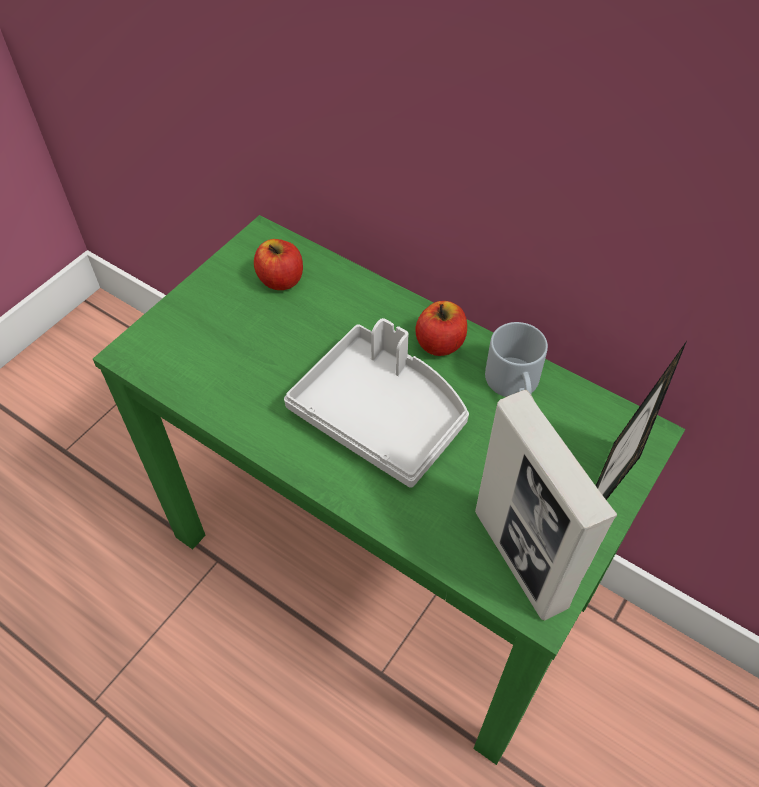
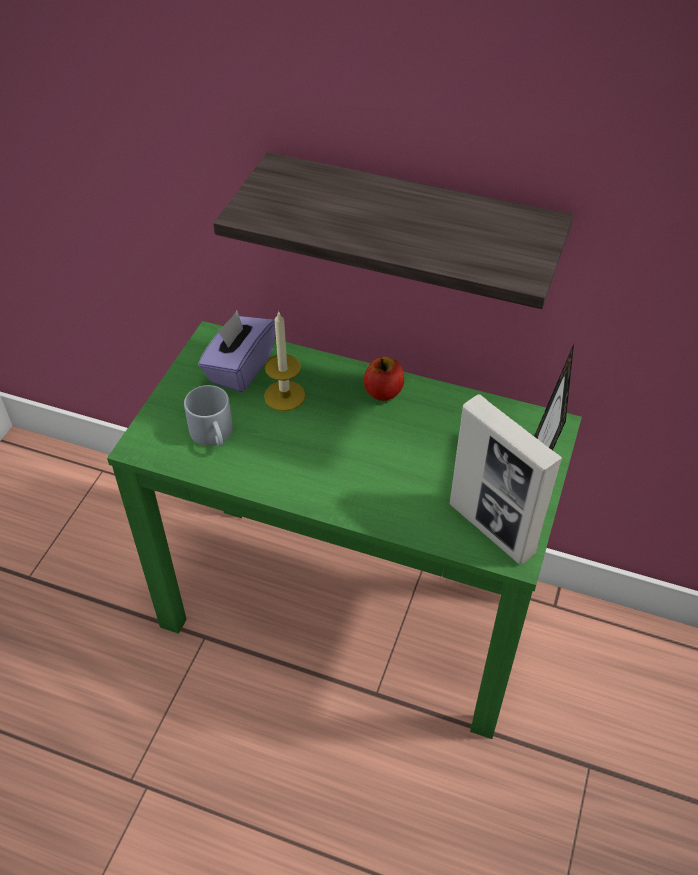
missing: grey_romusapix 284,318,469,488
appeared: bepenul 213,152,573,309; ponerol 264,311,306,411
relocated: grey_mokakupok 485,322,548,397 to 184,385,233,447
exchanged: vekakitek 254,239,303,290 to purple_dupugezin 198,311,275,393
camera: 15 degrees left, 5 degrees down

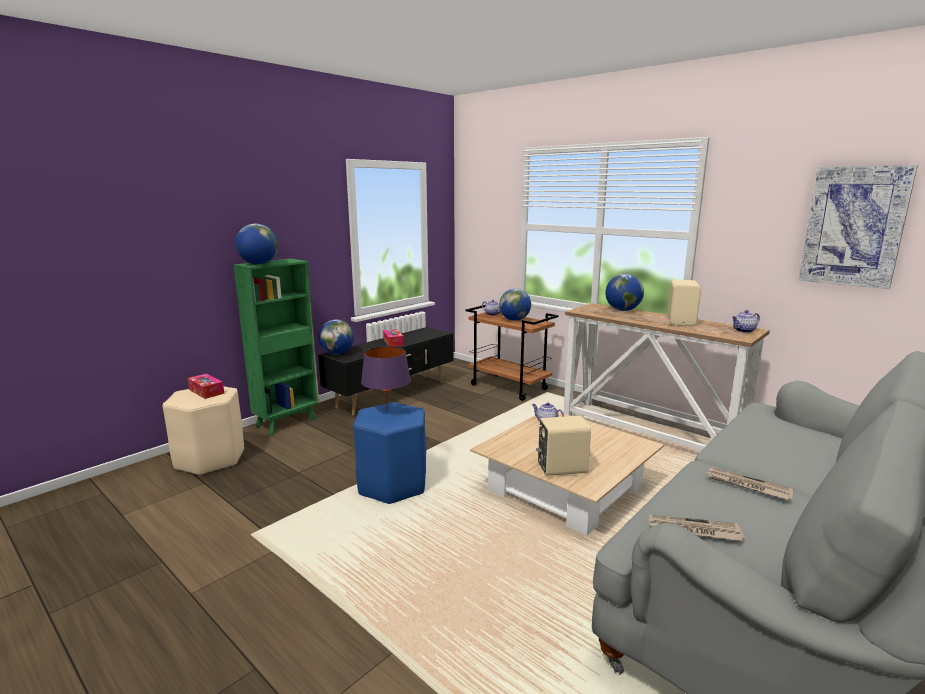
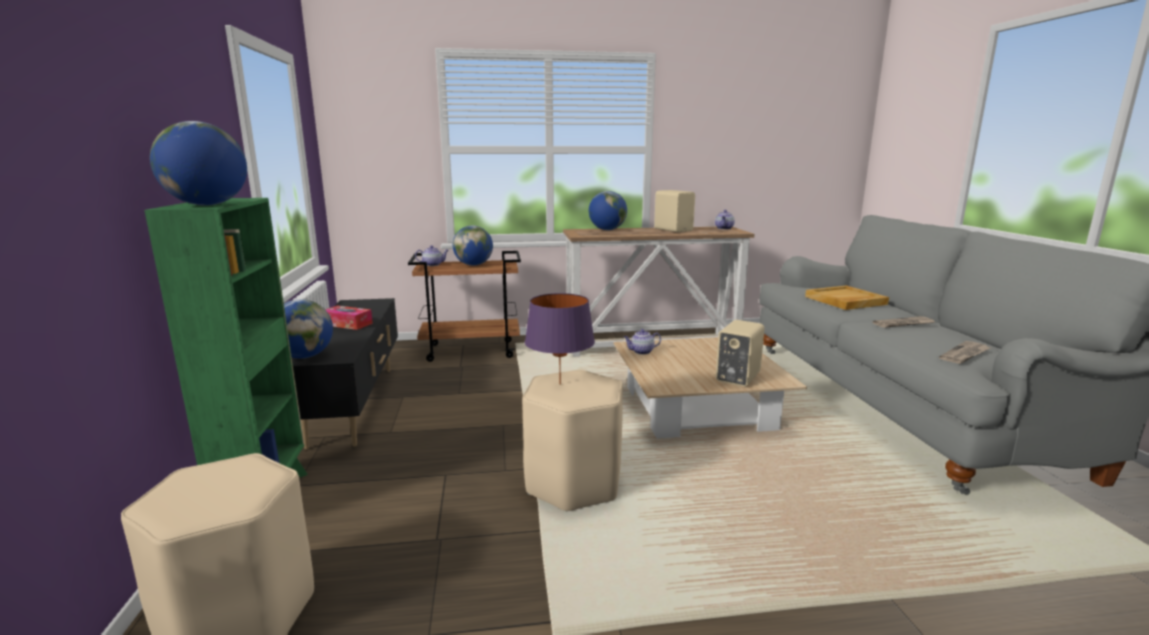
missing: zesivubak 798,165,918,289; dupugezin 187,373,224,399
appeared: beige_romusapix 805,286,889,310
colour: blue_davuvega 353,402,426,504 to beige_davuvega 522,370,623,511
camera: 50 degrees left, 0 degrees up

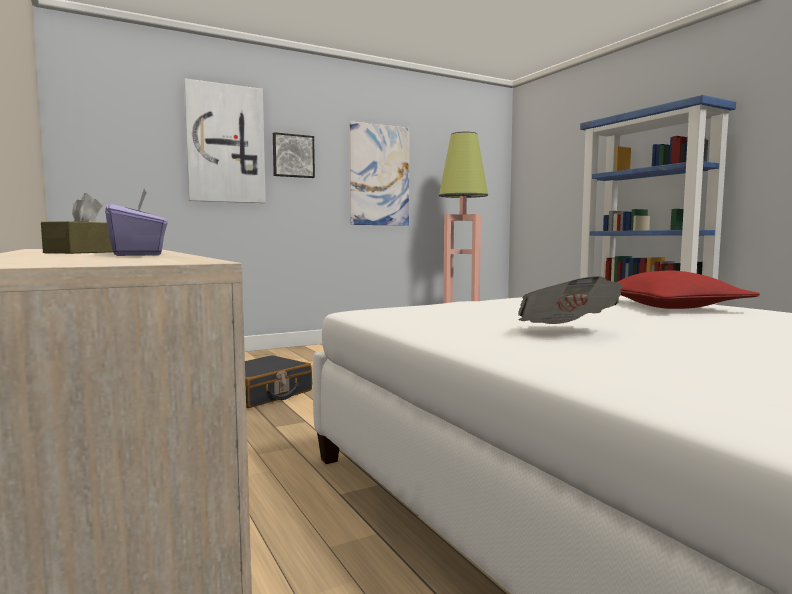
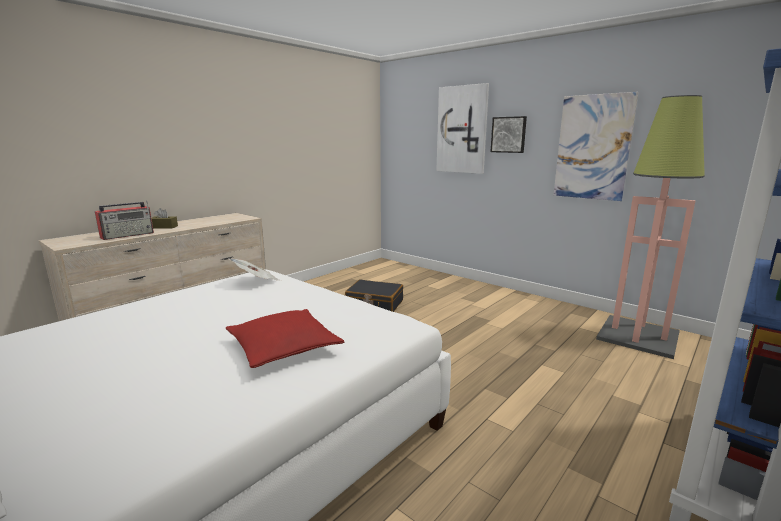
relocated: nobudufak 518,276,623,324 to 229,259,281,281
exchanged: purple_dupugezin 105,189,168,256 to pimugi 95,201,154,240
camera: 70 degrees right, 10 degrees up

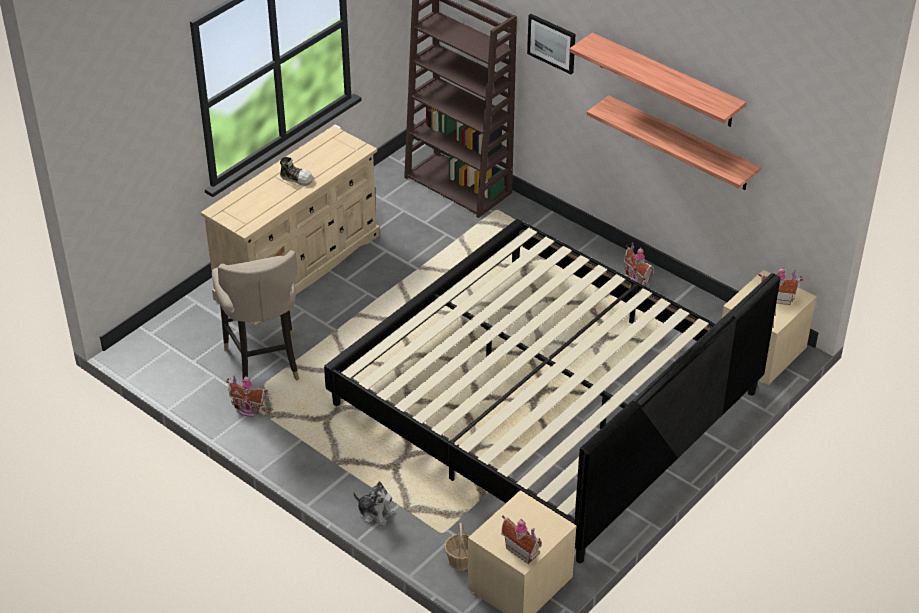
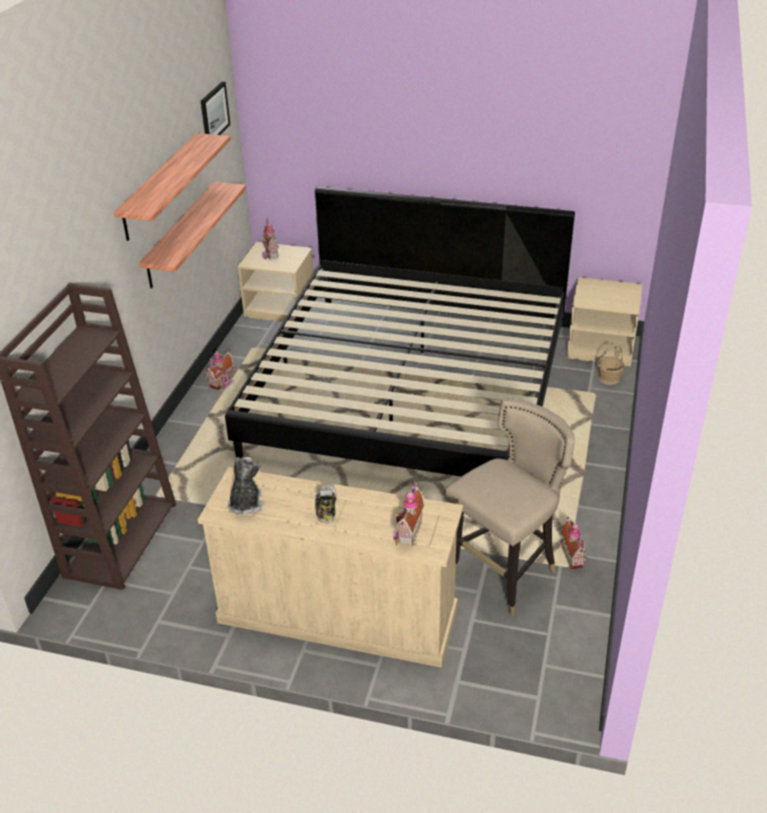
relocated: zesivubak 527,14,576,74 to 201,82,231,135; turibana 353,481,395,526 to 228,457,264,514; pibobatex 501,516,542,564 to 393,481,424,546
camera: 115 degrees left, 5 degrees down

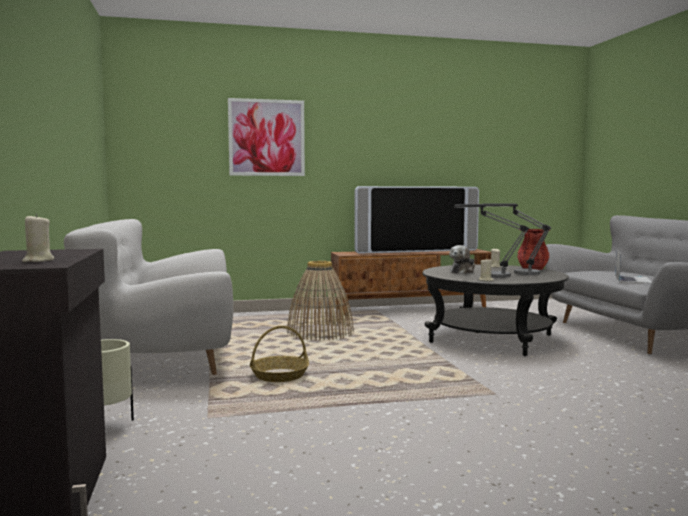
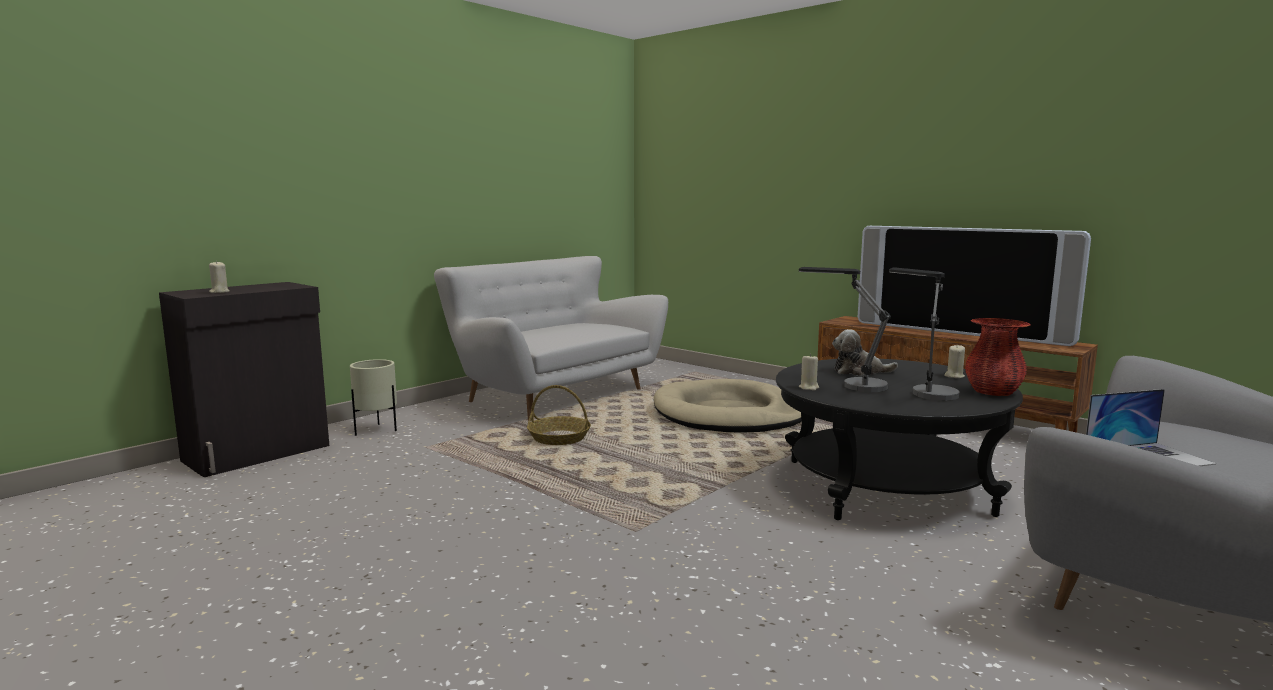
missing: zesivubak 228,98,305,176
exchanged: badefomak 286,261,354,341 to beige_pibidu 654,379,802,433
camera: 55 degrees right, 5 degrees up

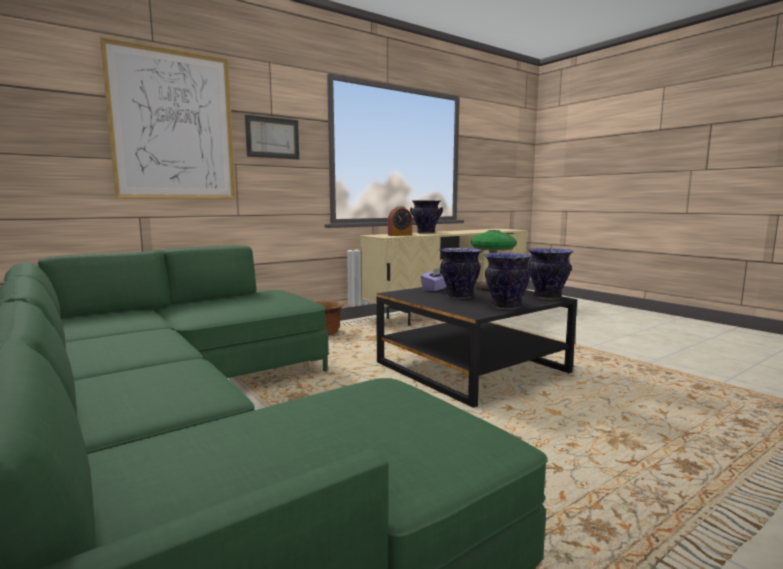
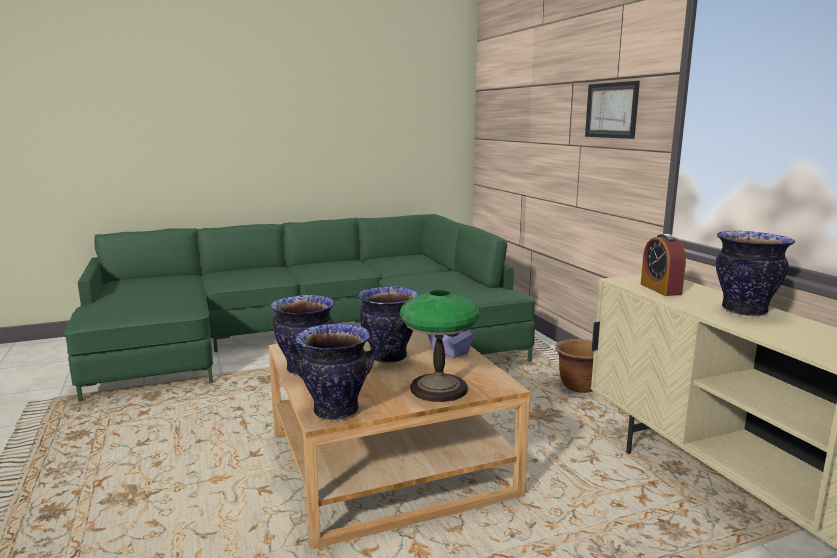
missing: zesivubak 100,37,236,199
colour: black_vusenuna 376,281,577,408 to beige_vusenuna 269,331,530,550
camera: 105 degrees right, 5 degrees up

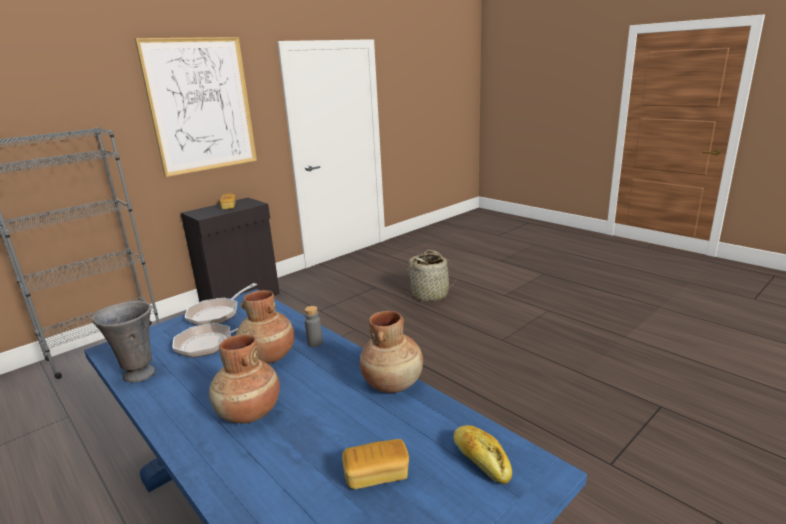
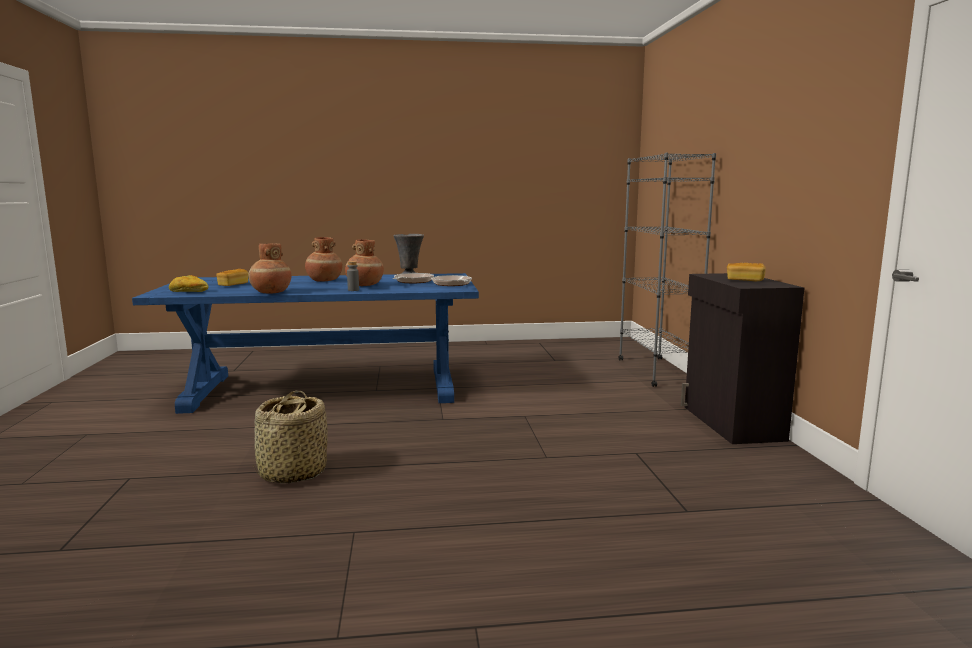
missing: zesivubak 135,37,257,177
relocated: badefomak 408,250,457,302 to 251,391,328,483
camera: 125 degrees right, 10 degrees down

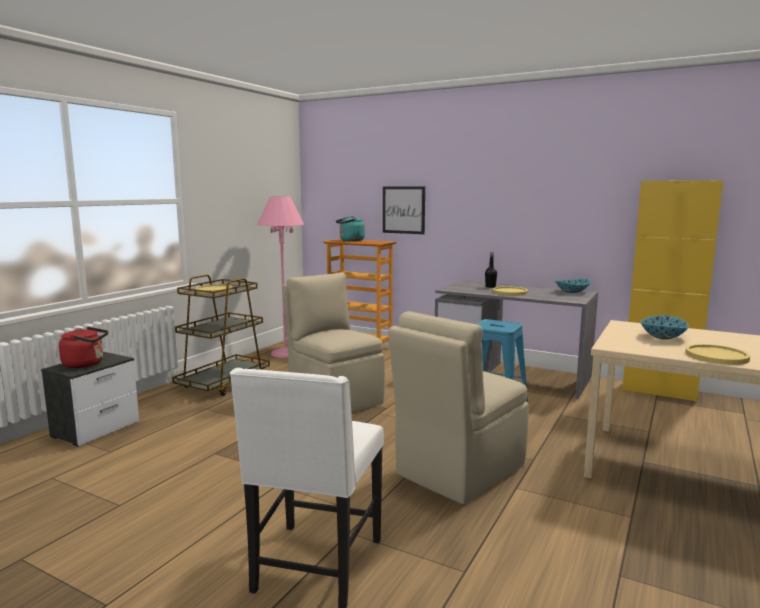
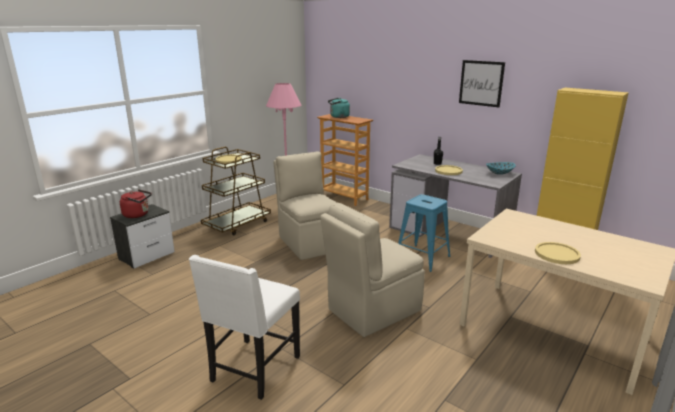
missing: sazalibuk 640,315,689,339
relocated: zesivubak 383,186,425,234 to 459,60,505,107
camera: 10 degrees right, 10 degrees up

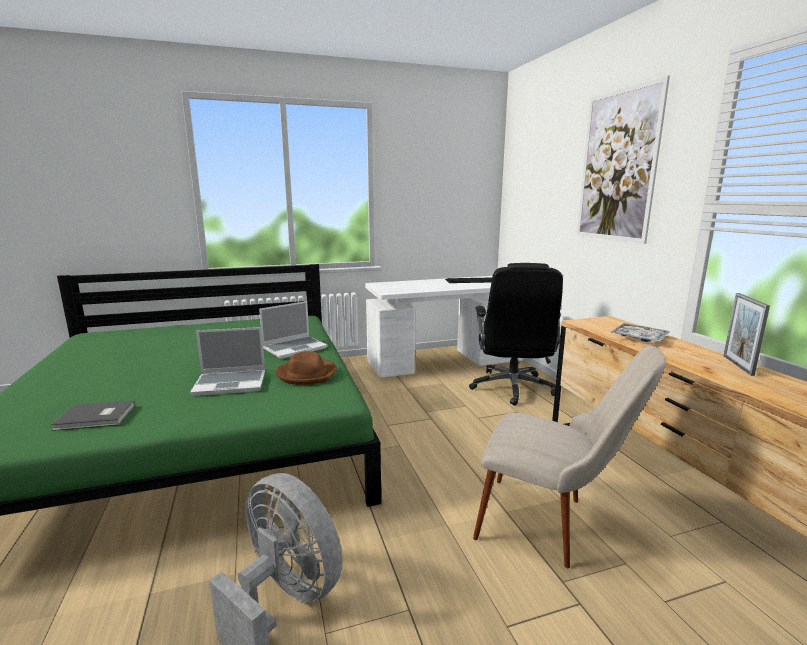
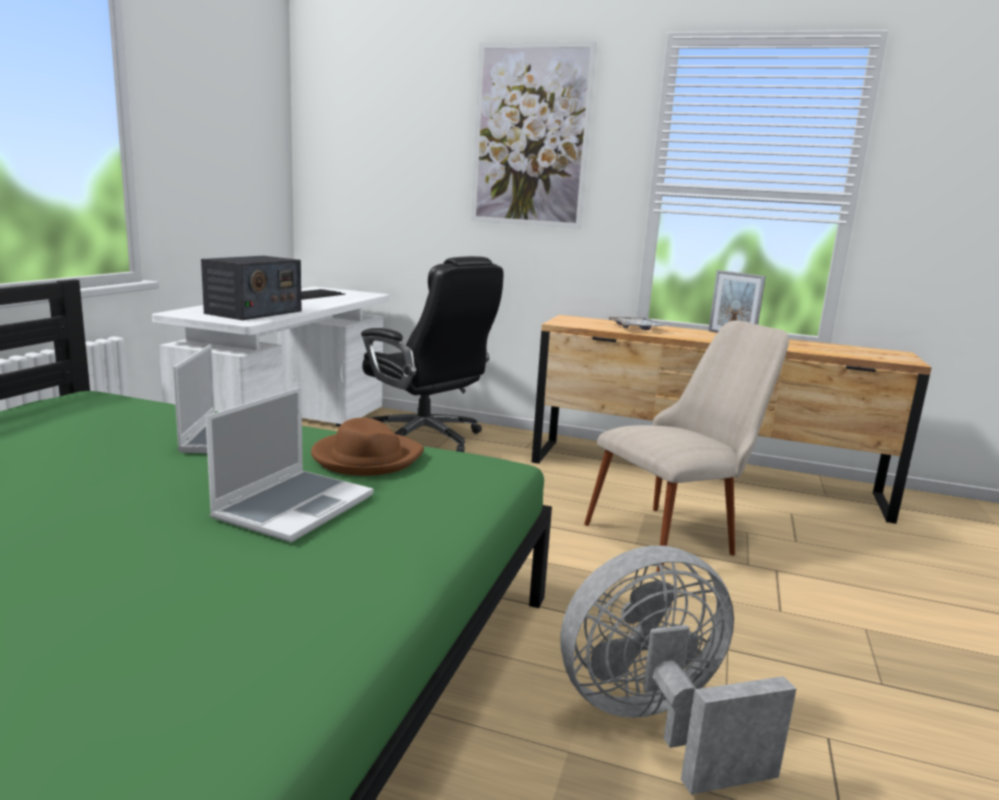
missing: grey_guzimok 51,401,135,431
appeared: pimugi 201,256,302,320
camera: 55 degrees left, 0 degrees up

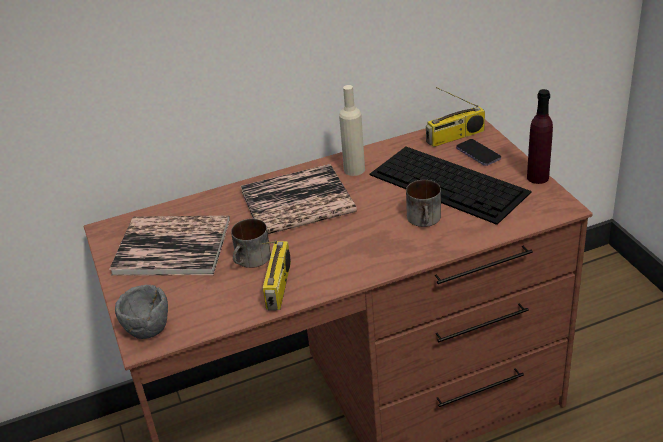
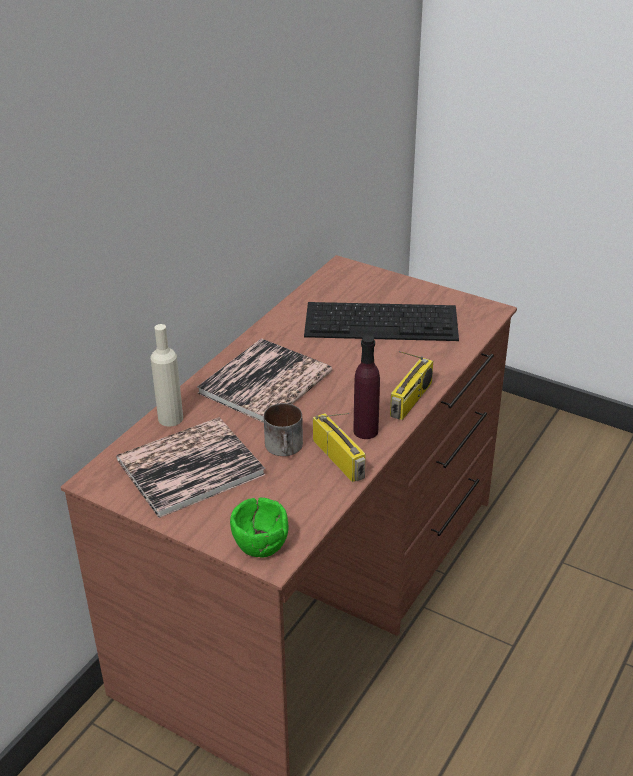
missing: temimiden 456,139,501,166; mokakupok 406,180,441,227
relocated: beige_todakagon 339,85,365,176 to 151,324,183,427; pimugi 426,87,485,147 to 390,351,433,420; purple_todakagon 527,89,553,184 to 353,335,380,439
colour: grey_sazalibuk 115,285,168,339 to green_sazalibuk 230,497,289,558
camera: 40 degrees left, 0 degrees up

